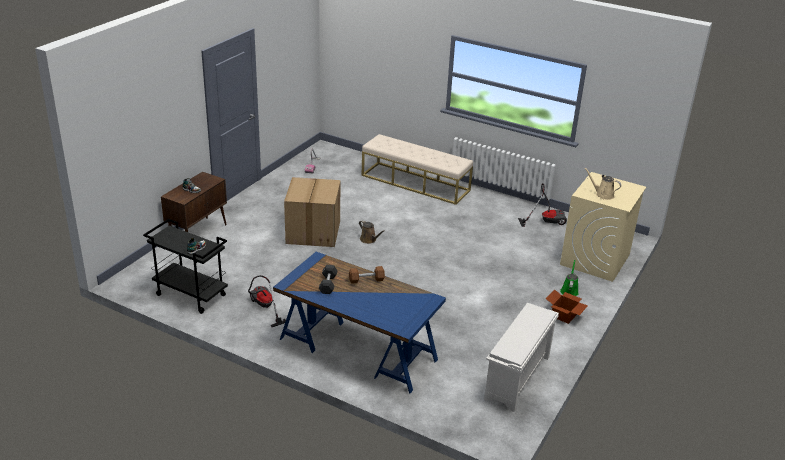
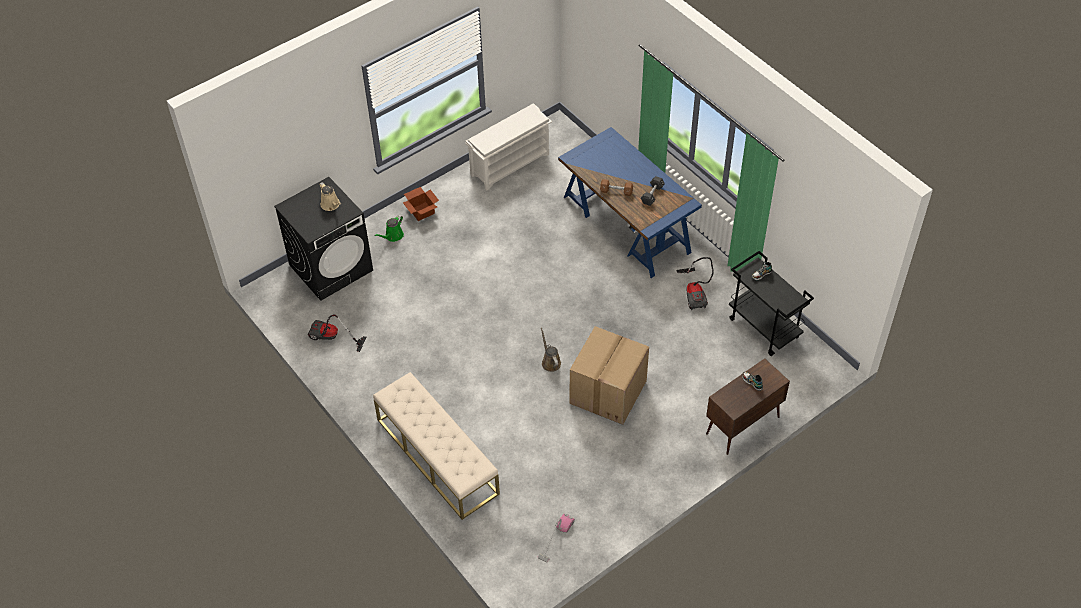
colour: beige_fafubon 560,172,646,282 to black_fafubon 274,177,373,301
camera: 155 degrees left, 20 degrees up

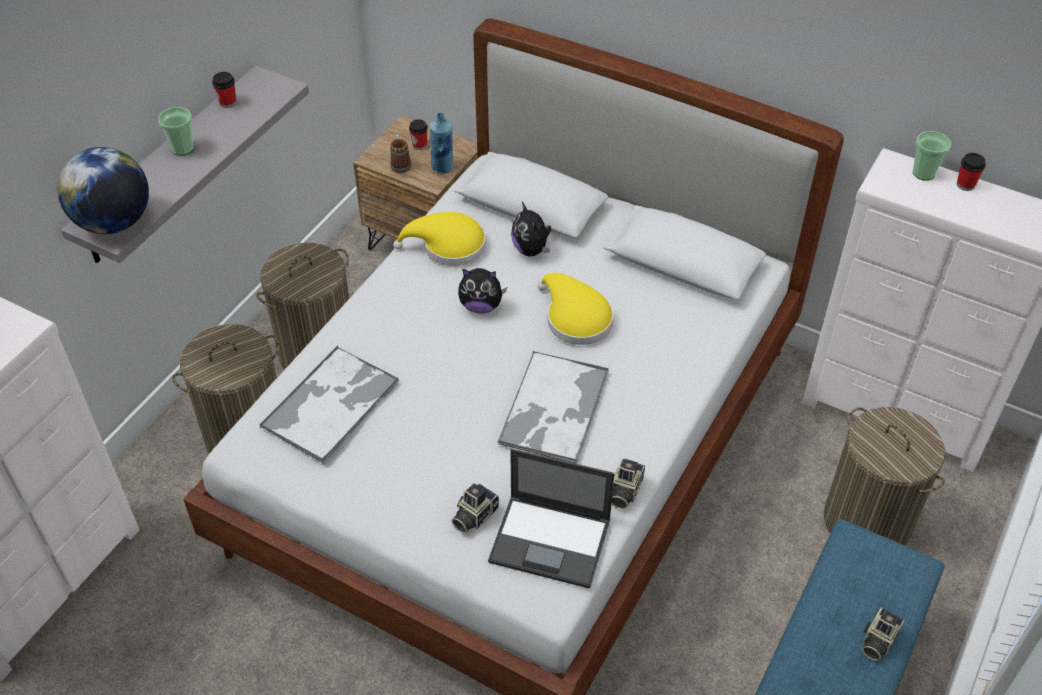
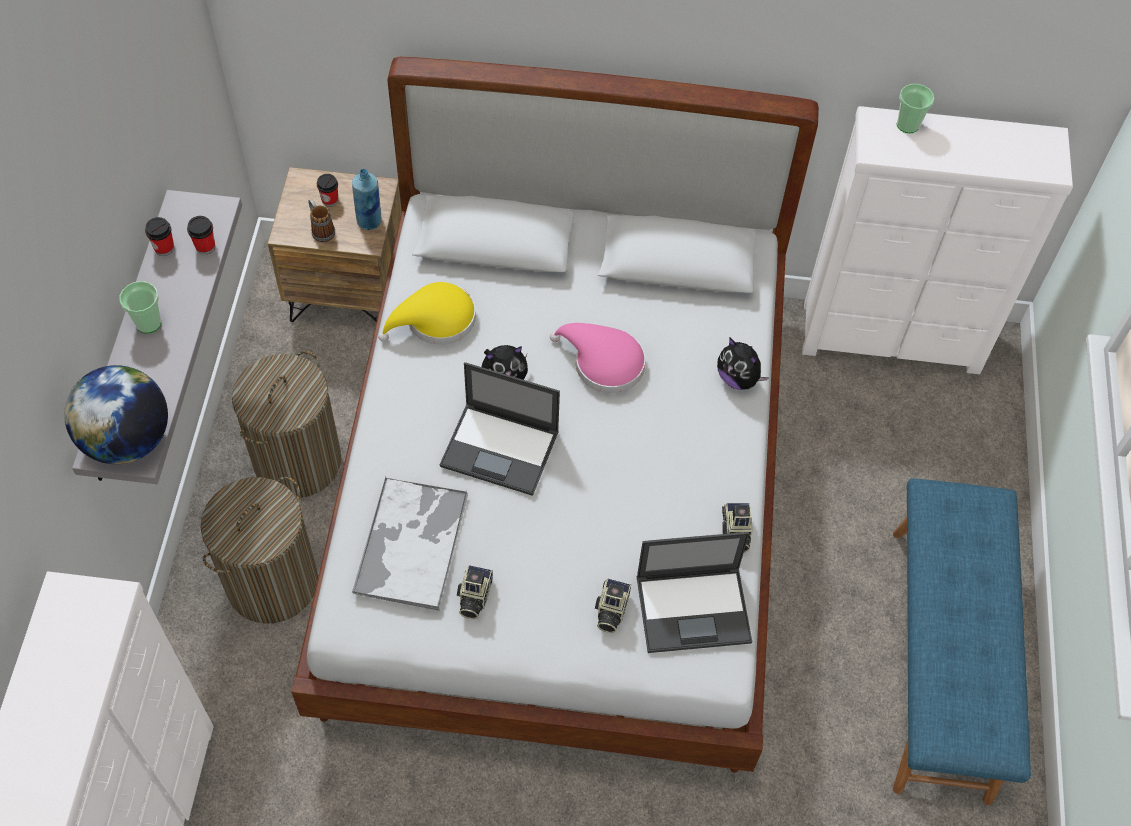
missing: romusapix 497,351,609,464; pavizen 824,407,945,546
appeared: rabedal 440,362,560,496
relocated: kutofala 957,153,986,191 to 187,216,215,255; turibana 511,202,551,256 to 717,338,769,390; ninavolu 862,608,905,661 to 457,565,493,619
colour: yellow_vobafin 537,273,614,345 to pink_vobafin 550,323,645,393
camera: 25 degrees left, 10 degrees up

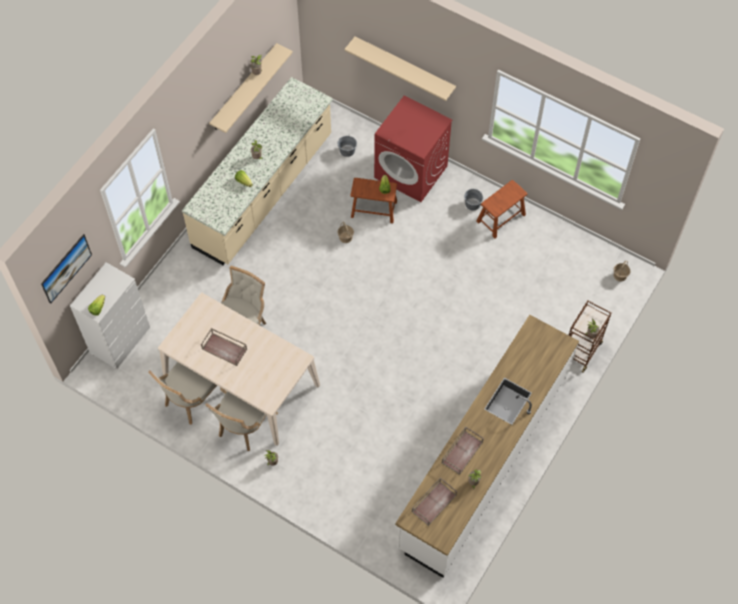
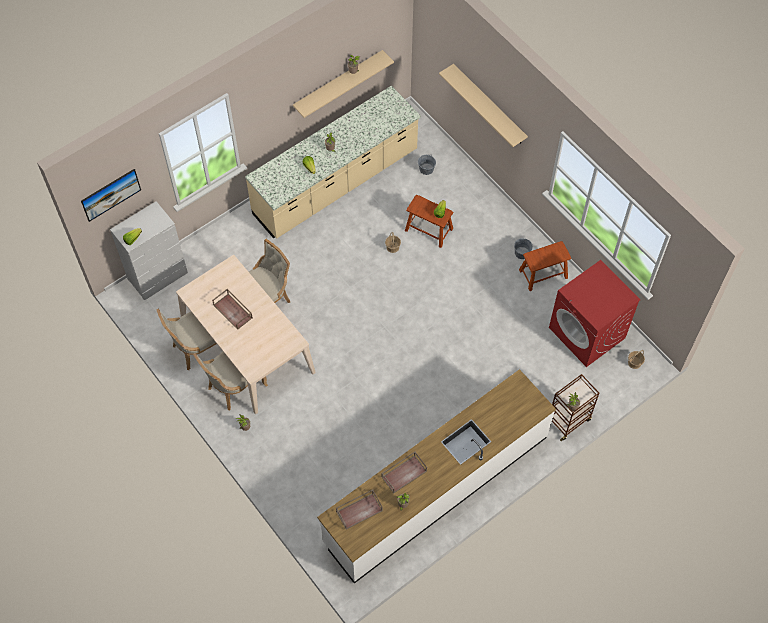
relocated: red_fafubon 374,96,452,202 to 549,260,640,367
camera: 20 degrees right, 0 degrees up

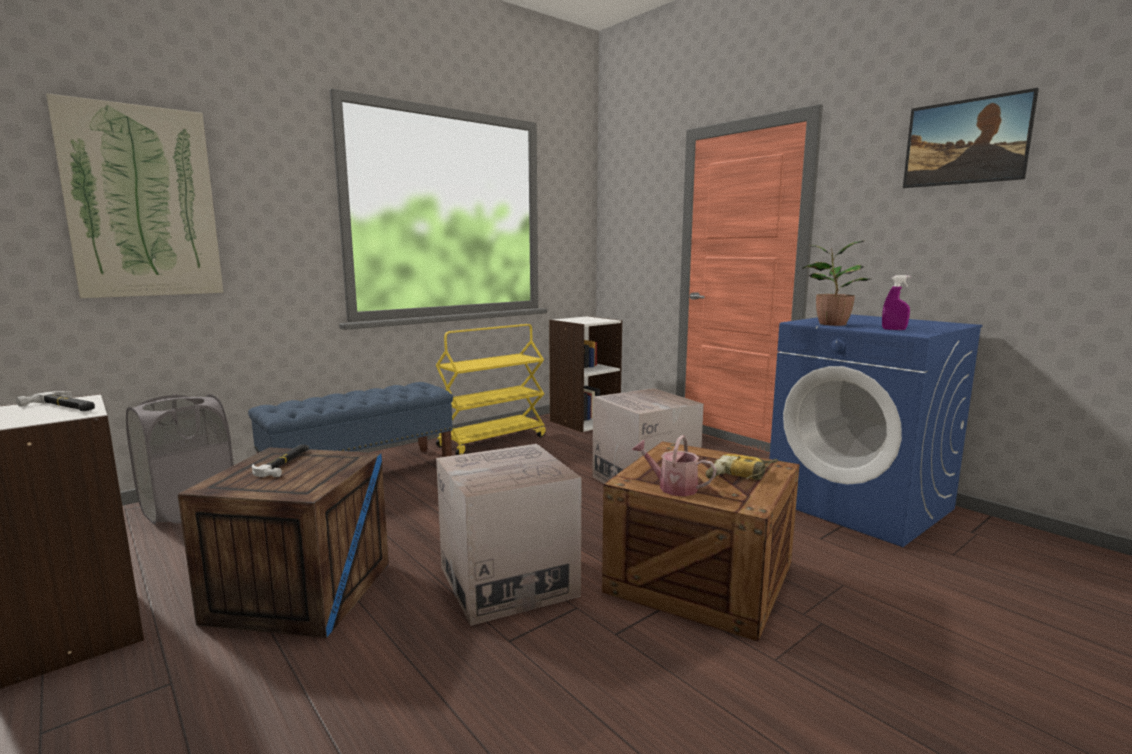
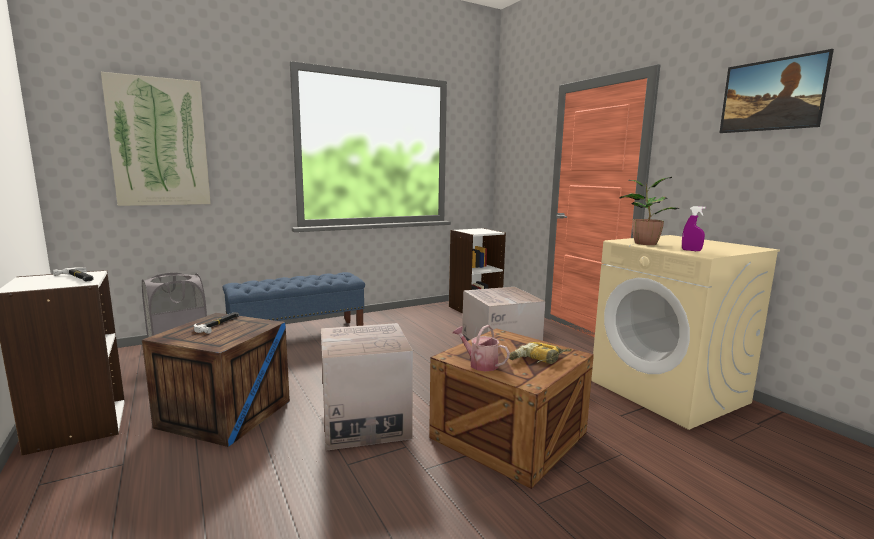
missing: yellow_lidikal 436,324,546,455
colour: blue_fafubon 769,314,983,547 to beige_fafubon 591,235,780,430
camera: 10 degrees right, 0 degrees up

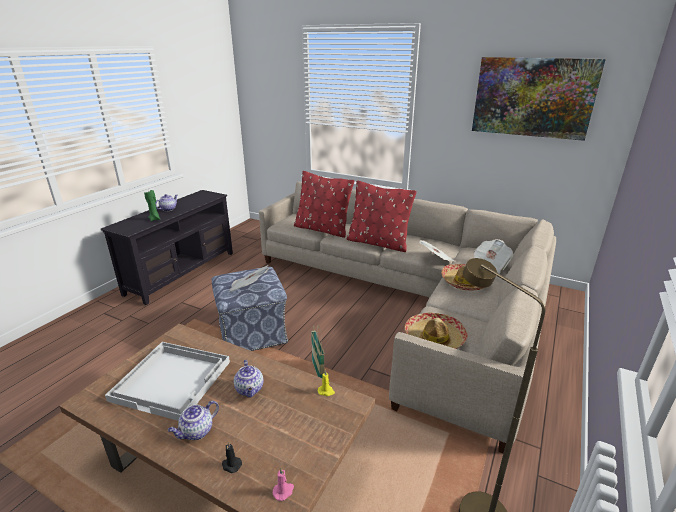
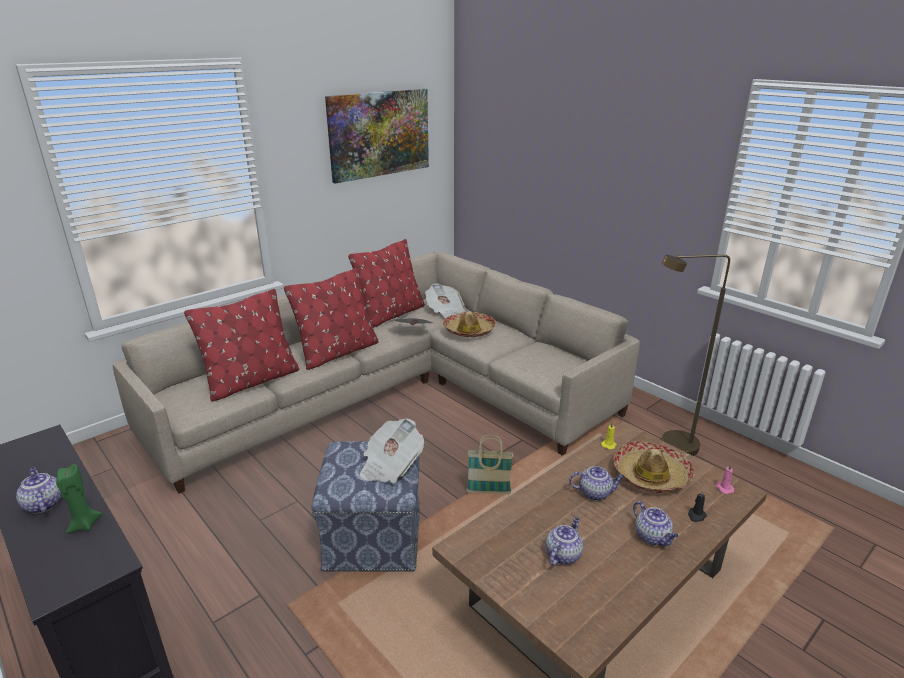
appeared: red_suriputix 348,239,425,328
relocated: vobafin 405,312,468,349 to 614,441,694,493
exchanged: white_romusapix 105,342,230,421 to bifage 545,518,583,566
camera: 70 degrees left, 0 degrees up

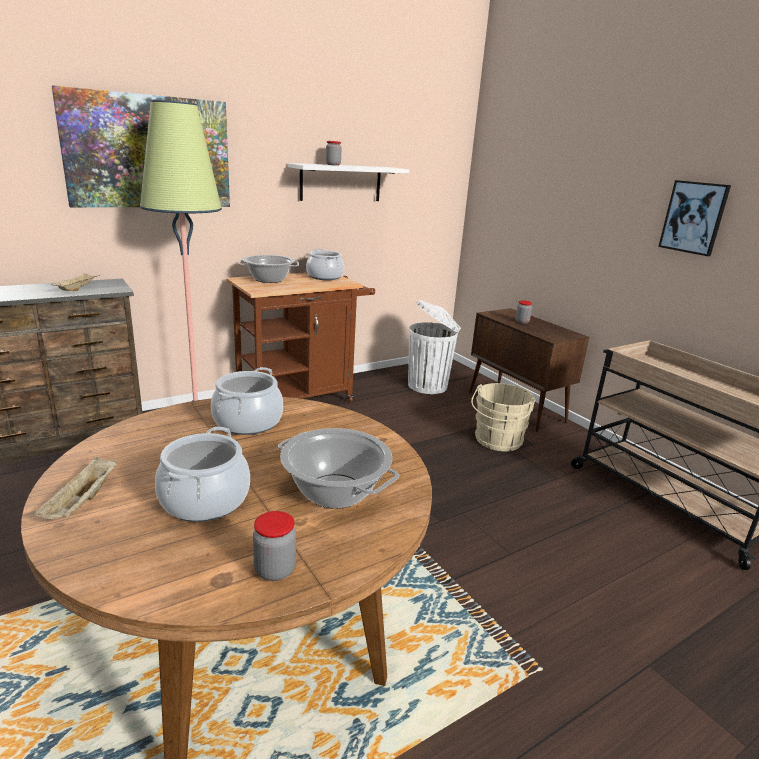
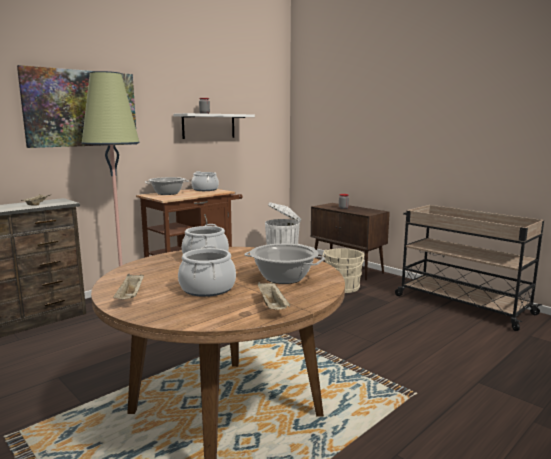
missing: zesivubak 658,180,731,256
exchanged: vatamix 253,511,296,581 to beige_romusapix 258,282,290,310
camera: 10 degrees left, 10 degrees down

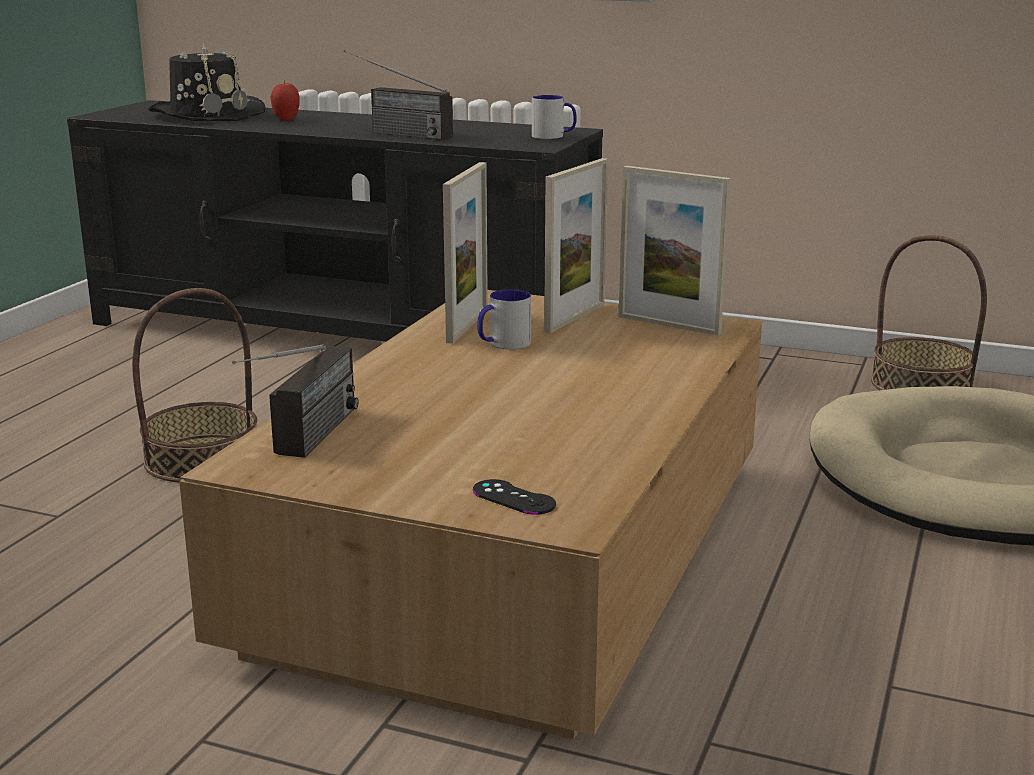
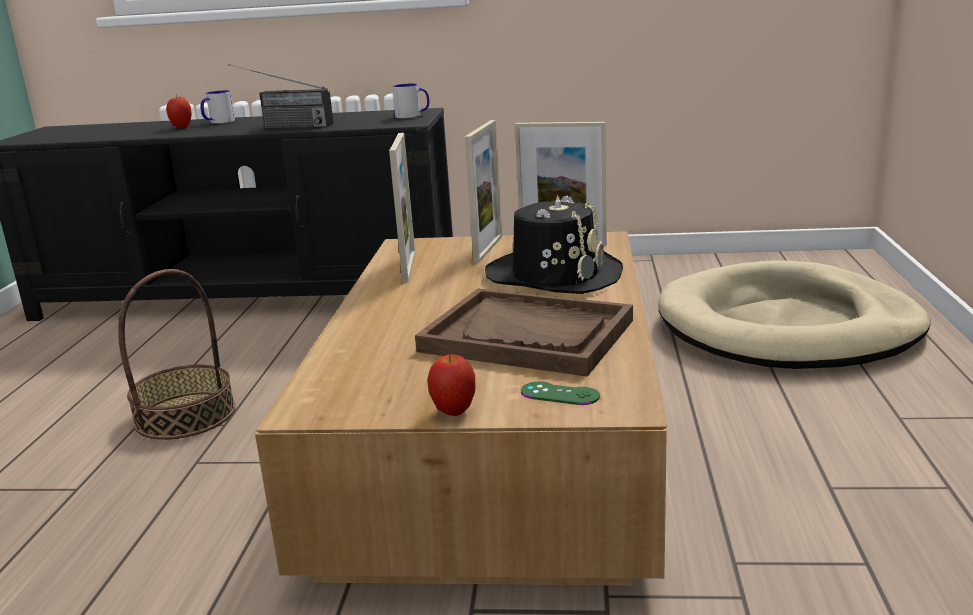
missing: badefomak 871,235,987,390; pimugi 232,344,359,458
appeared: brown_romusapix 415,288,633,377; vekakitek 427,352,475,416
relocated: black_vobafin 148,44,266,121 to 485,195,623,294; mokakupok 477,289,531,350 to 200,90,235,124
colour: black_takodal 473,479,556,515 to green_takodal 521,382,600,405
camera: 15 degrees left, 0 degrees up

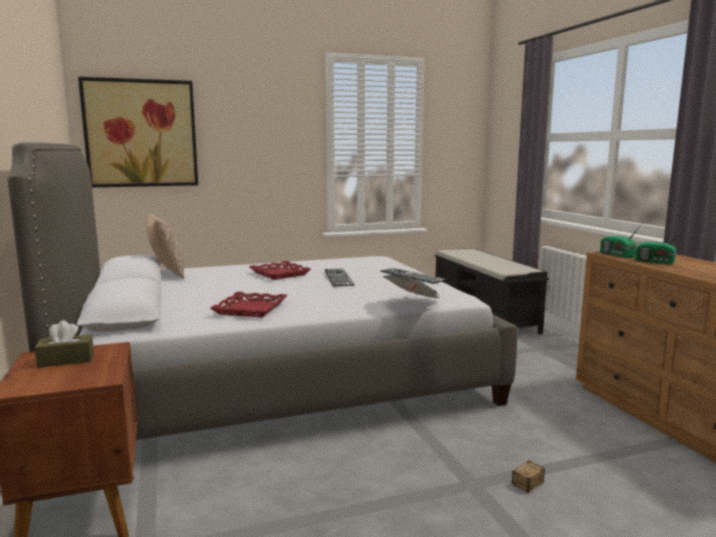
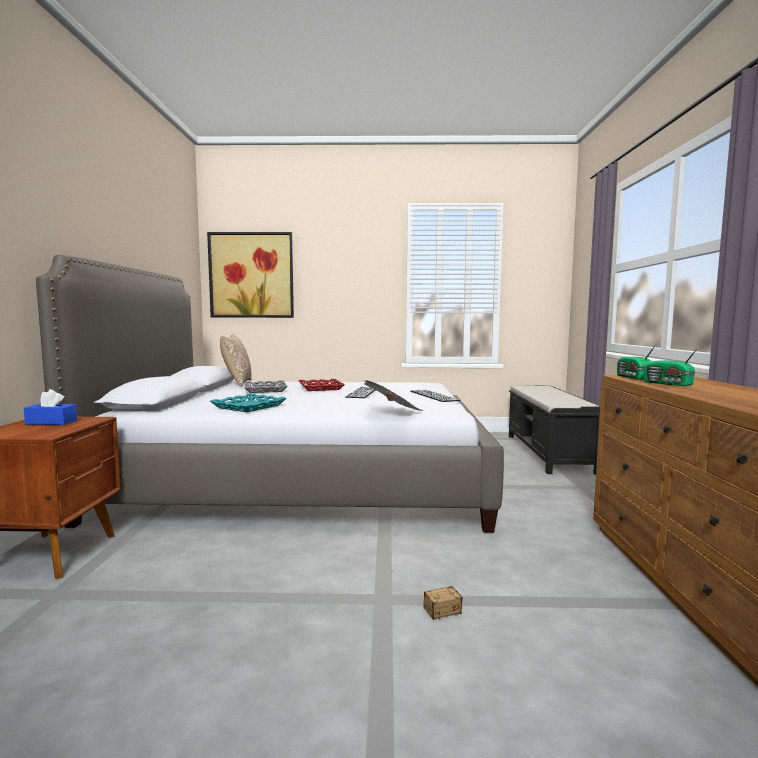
appeared: grey_romusapix 244,380,288,393
colour: red_romusapix 210,292,287,317 to turquoise_romusapix 210,393,287,412; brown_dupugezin 35,320,94,368 to blue_dupugezin 24,389,77,425
camera: 20 degrees right, 5 degrees down

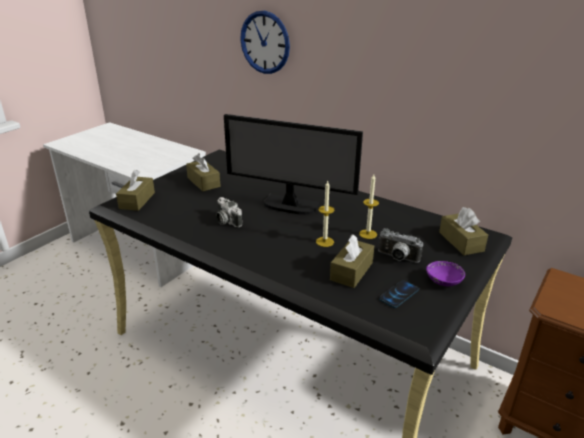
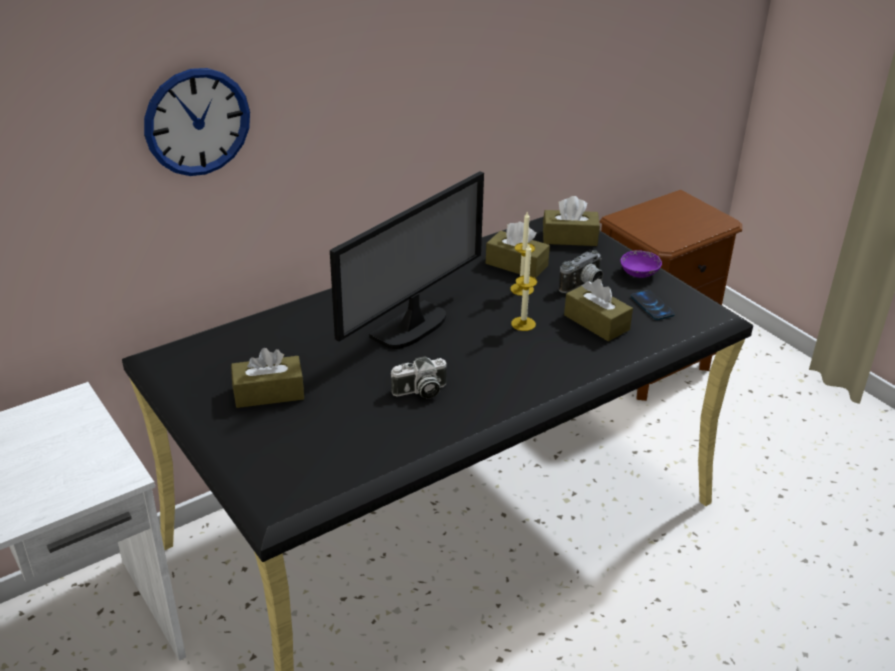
relocated: brown_dupugezin 116,170,155,211 to 486,222,550,279
camera: 70 degrees left, 5 degrees up

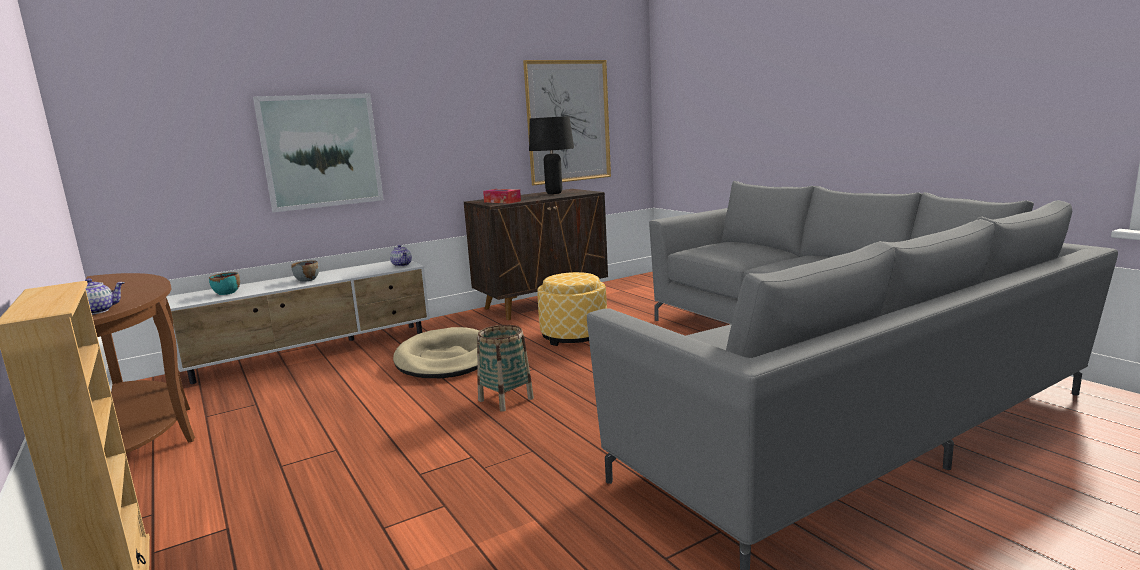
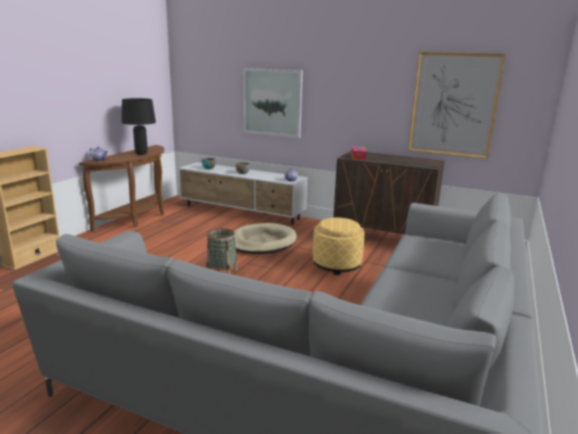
relocated: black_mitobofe 529,116,574,194 to 122,98,156,155
camera: 55 degrees right, 5 degrees up

